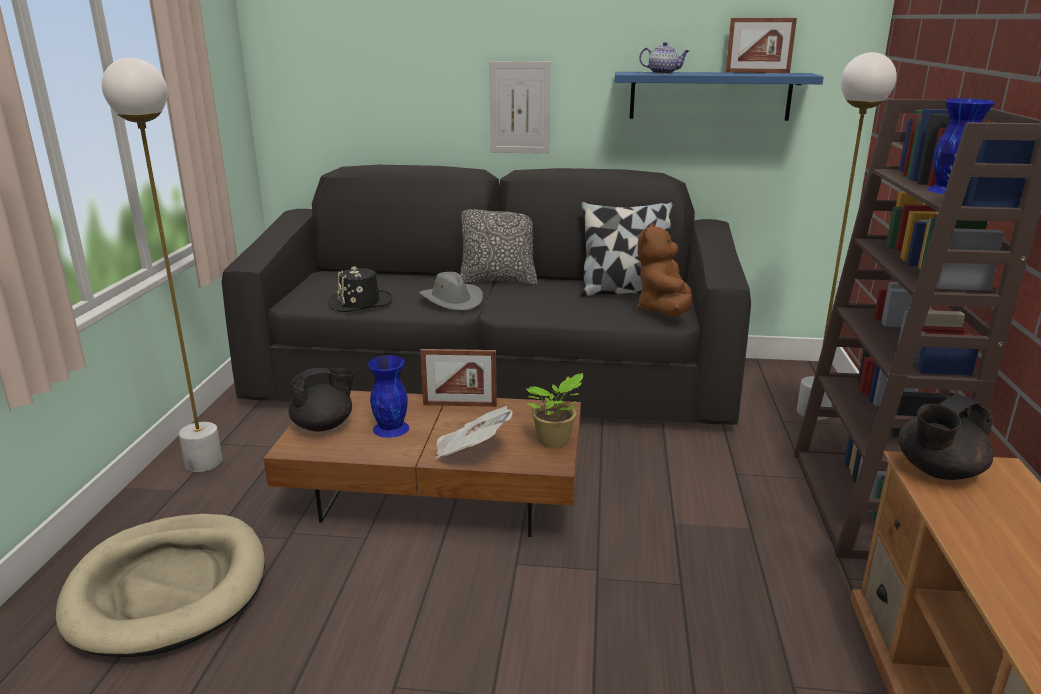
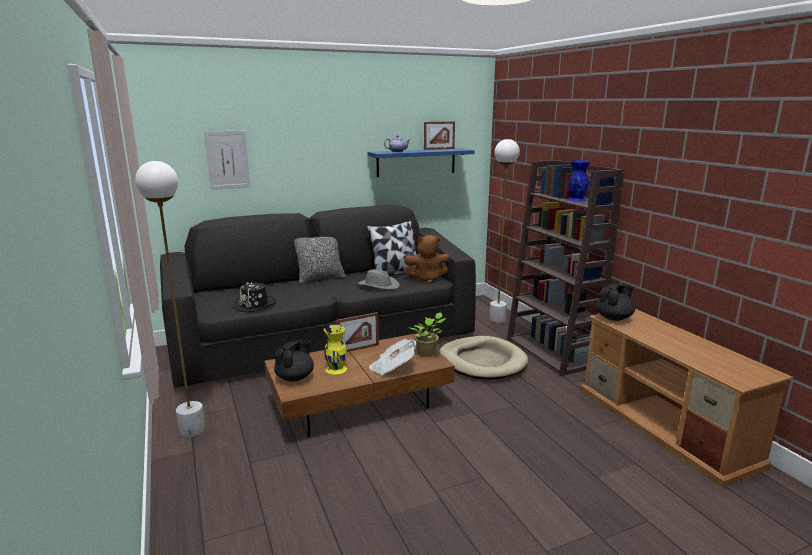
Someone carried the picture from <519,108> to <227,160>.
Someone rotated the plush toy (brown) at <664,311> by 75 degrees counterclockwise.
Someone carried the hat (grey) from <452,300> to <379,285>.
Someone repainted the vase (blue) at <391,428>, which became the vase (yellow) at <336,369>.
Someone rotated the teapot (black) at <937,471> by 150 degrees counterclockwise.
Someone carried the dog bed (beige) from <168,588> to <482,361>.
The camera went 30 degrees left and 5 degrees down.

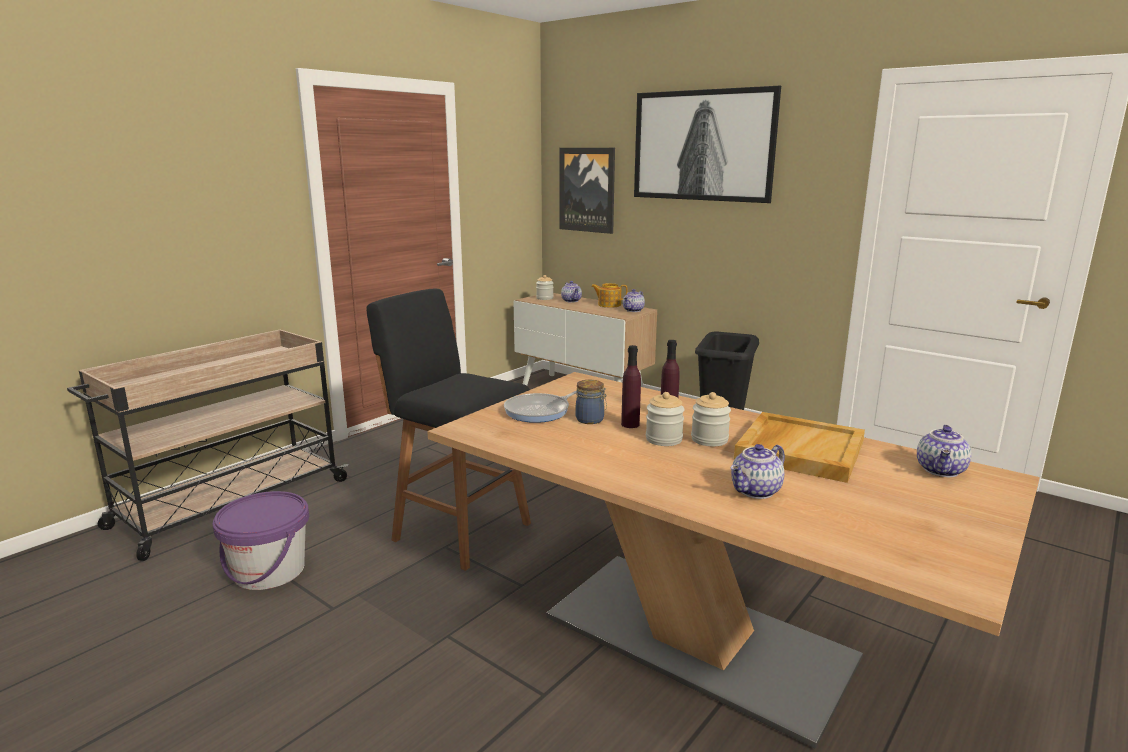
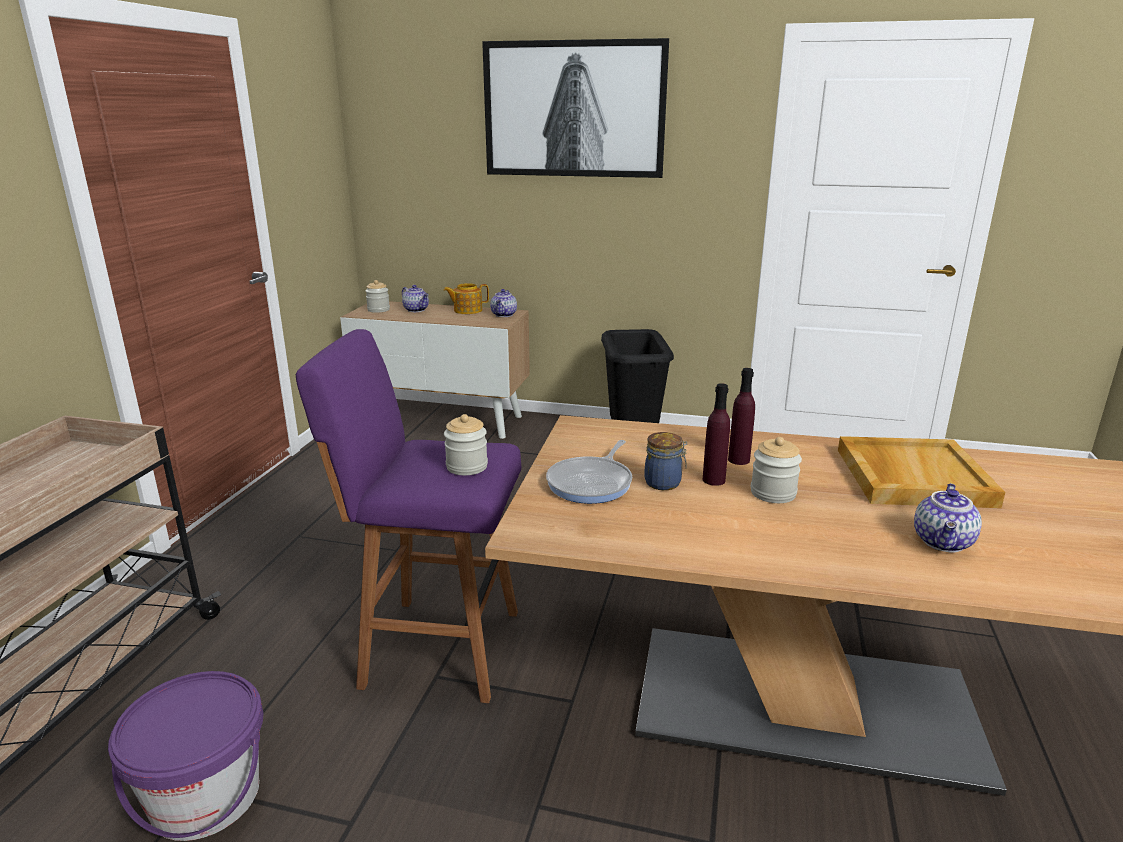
Someone took away the picture at <587,190>.
Someone repainted the stool (black) at <458,530>, which became the stool (purple) at <435,647>.
Someone carried the jar from <709,439> to <467,467>.
Someone took away the teapot at <941,471>.
The camera went 25 degrees left and 5 degrees up.

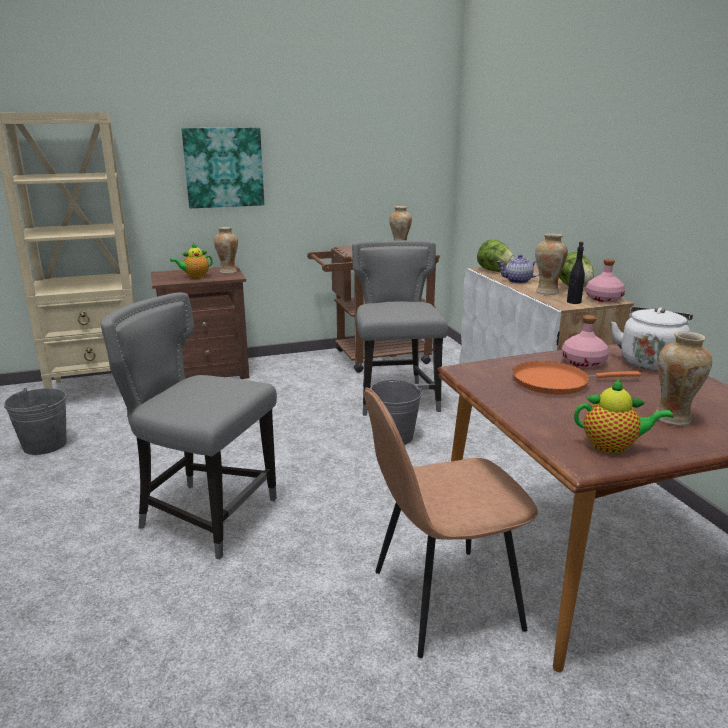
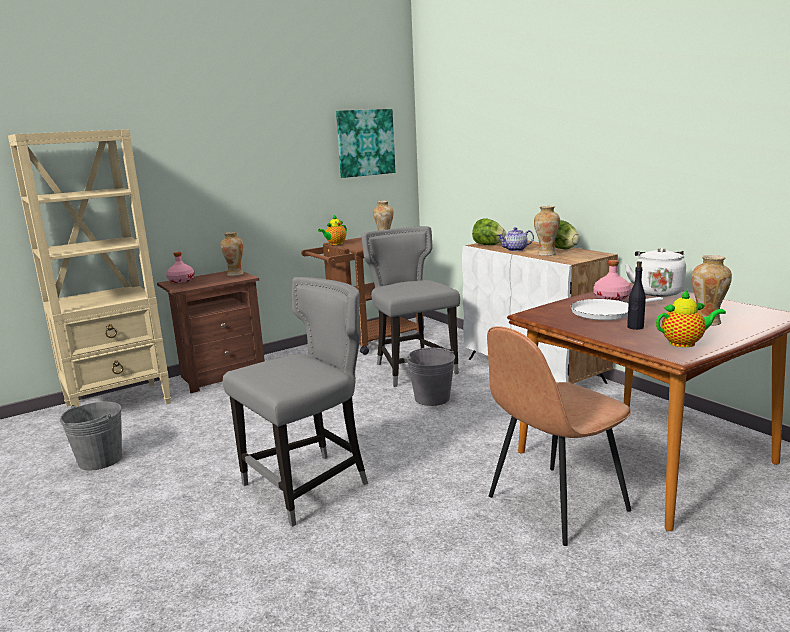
Someone carried the picture from <224,167> to <365,143>.
Someone carried the bottle (black) from <573,302> to <635,327>.
Someone carried the teapot from <195,276> to <335,244>.
Someone carried the bottle (pink) from <603,298> to <181,280>.
Someone rotated the chair (grey) at <205,515> by 135 degrees clockwise.
Someone repainted the frying pan (orange) at <555,382>, which became the frying pan (white) at <605,313>.
The camera went 15 degrees left and 5 degrees down.

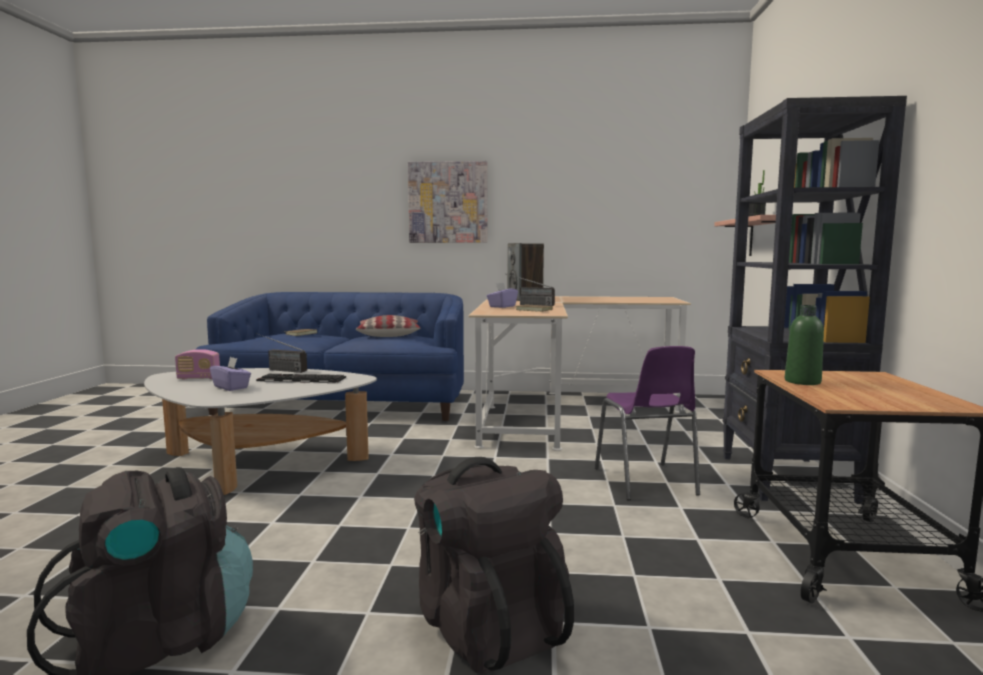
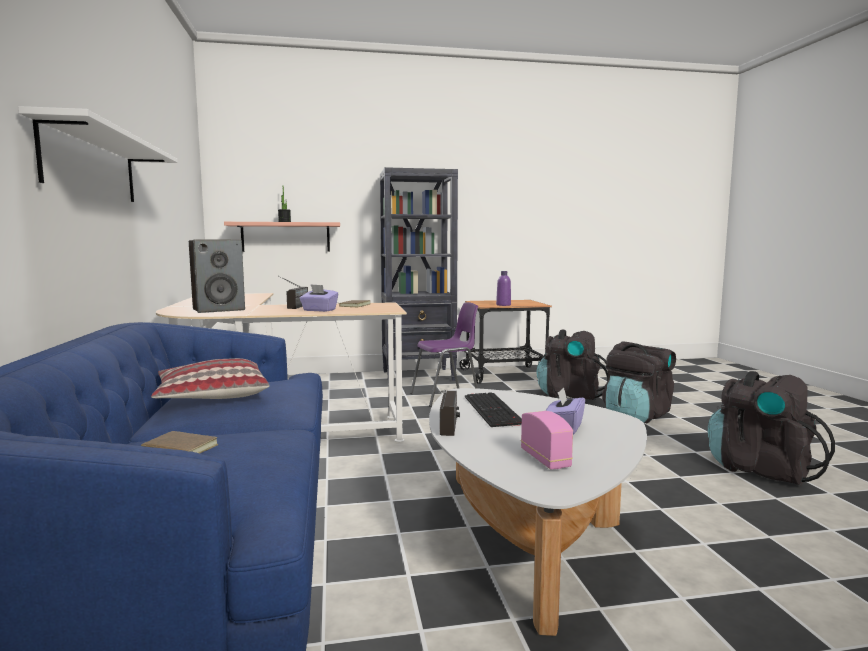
Someone swapped the picture at <448,202> for the shelf (white) at <92,166>.
Someone repainted the bottle (green) at <802,382>, which became the bottle (purple) at <503,305>.
Someone put down the backpack (black) at <570,395>.
The camera went 105 degrees left and 0 degrees up.

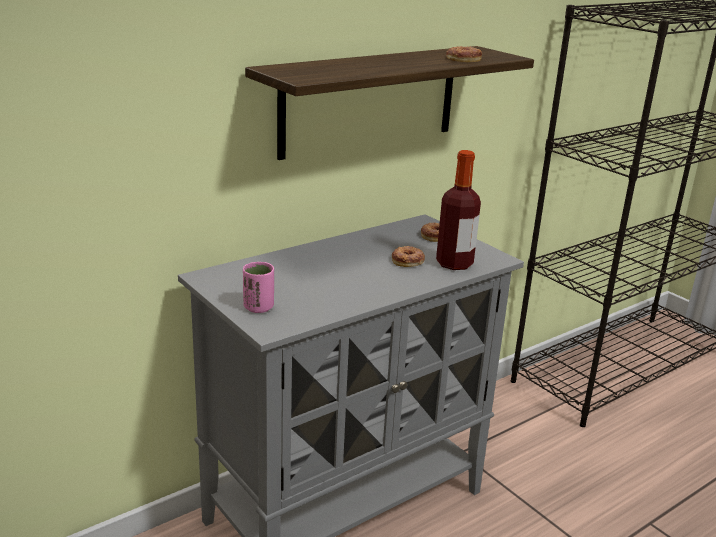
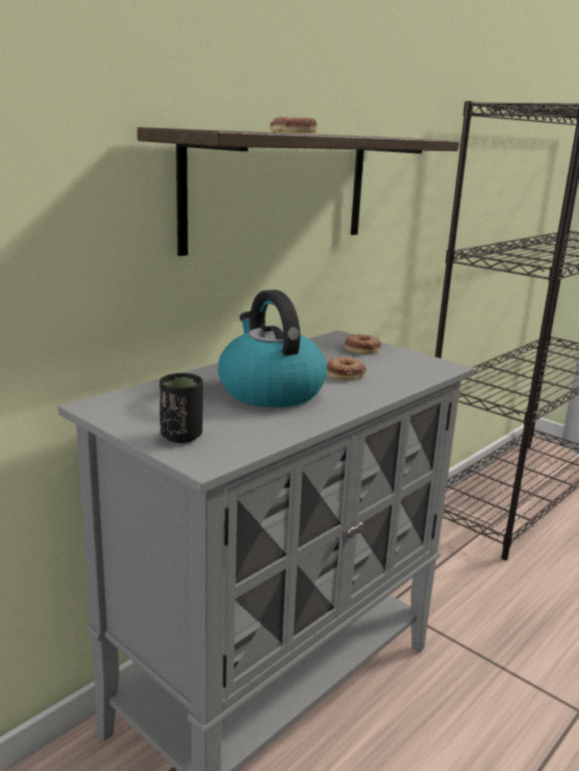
Someone carried the donut from <463,59> to <293,132>.
Someone took away the bottle at <454,264>.
Someone repainted the cup (pink) at <258,307>, which became the cup (black) at <181,436>.
Someone put down the kettle at <269,391>.
The camera went 10 degrees left and 5 degrees down.

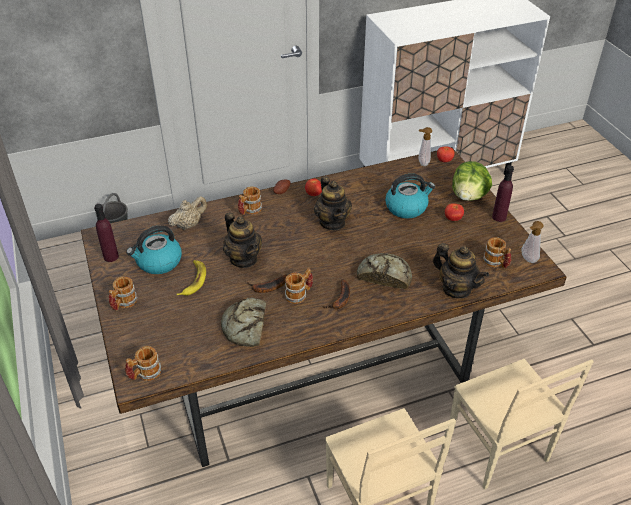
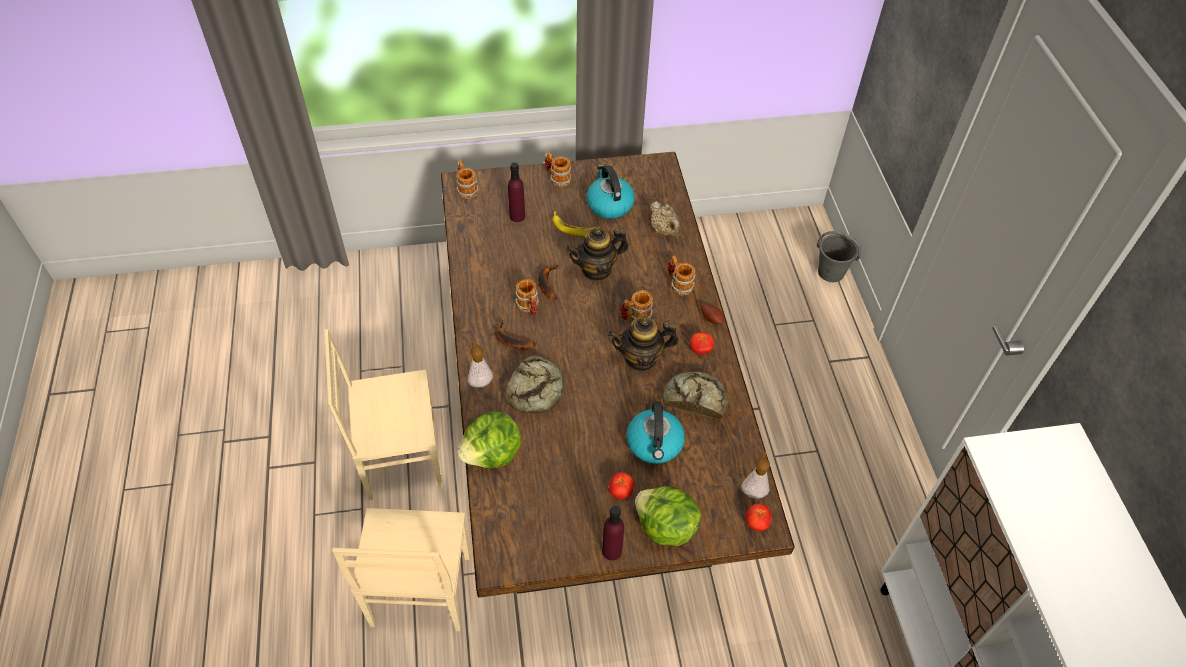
Someone carried the bottle (purple) from <111,257> to <517,216>.
Someone carried the soap dispenser from <527,259> to <480,381>.
Someone carried the mug from <496,263> to <635,316>.
Someone swapped the teapot at <456,289> for the lettuce at <492,454>.
Someone carried the bread from <246,326> to <695,398>.
Someone rotated the chair (beige) at <497,449> by 75 degrees counterclockwise.
The camera went 100 degrees right and 10 degrees up.

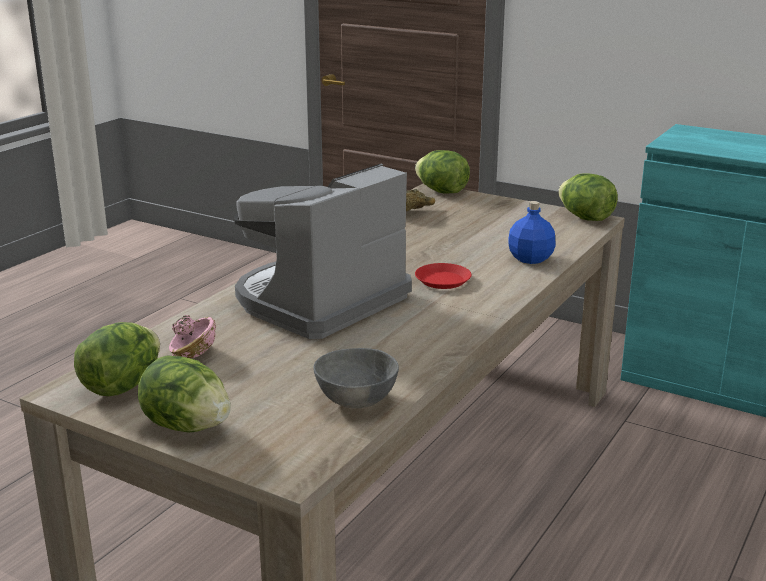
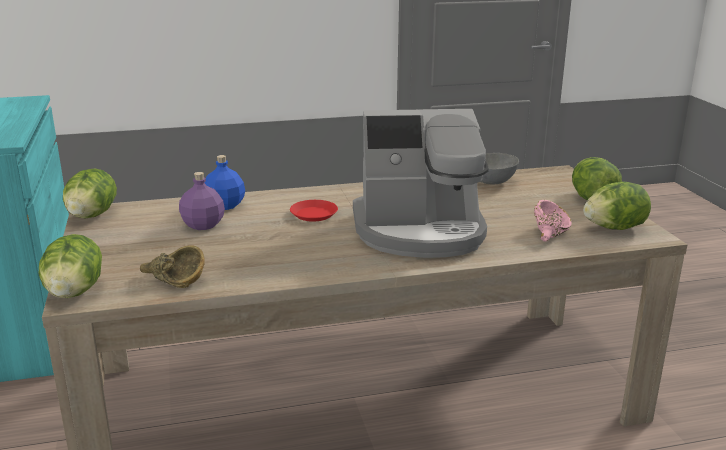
Someone put down the bottle (purple) at <202,225>.
The camera went 135 degrees left and 0 degrees up.

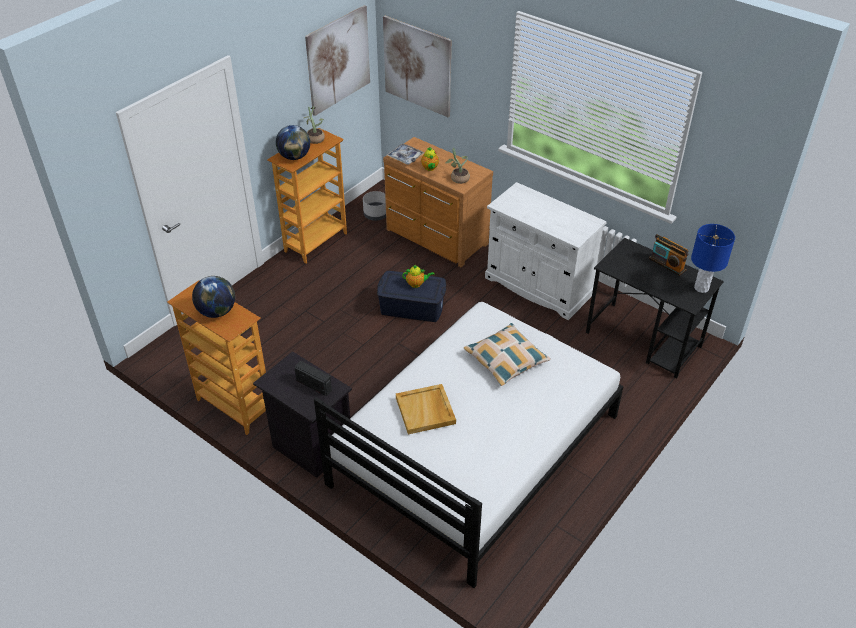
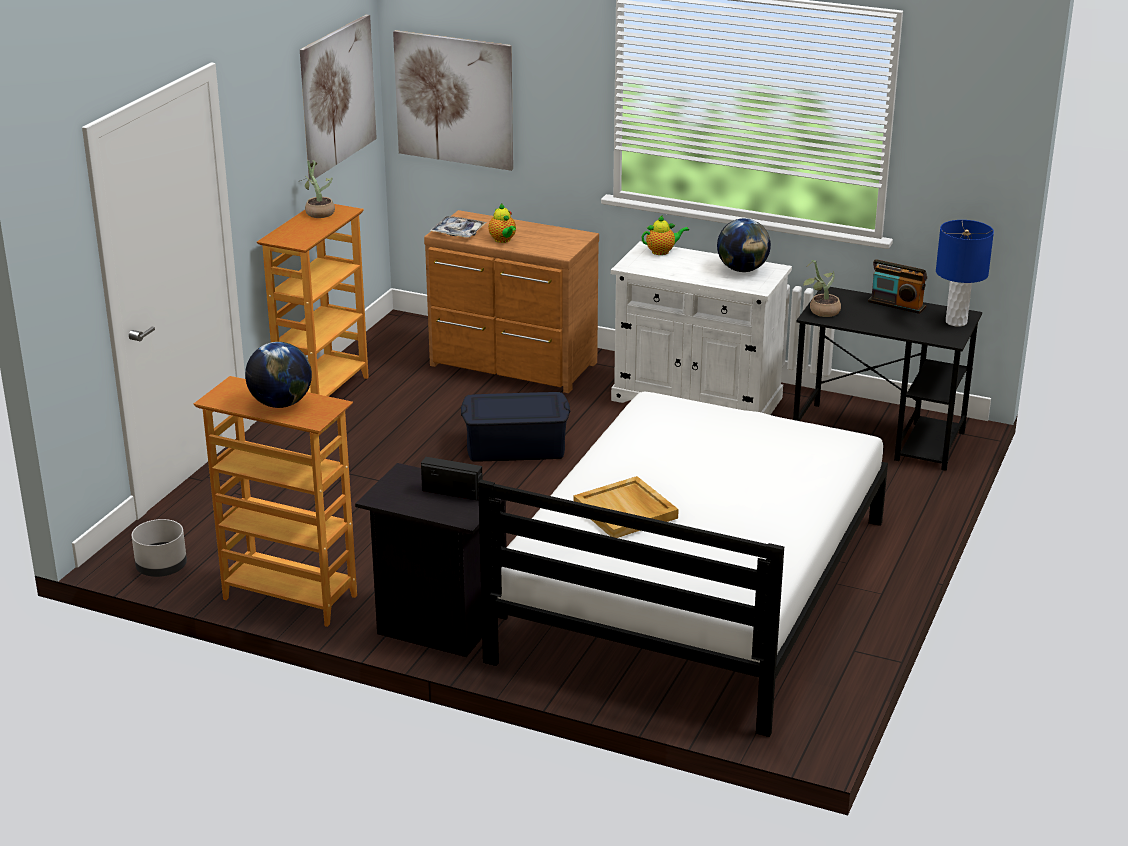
Someone carried the globe from <294,157> to <742,270>.
Someone carried the potted plant from <457,178> to <820,311>.
Someone carried the planter (grey) from <376,215> to <162,567>.
Someone carried the teapot from <417,284> to <662,251>.
Someone took away the pillow at <506,359>.
The camera went 15 degrees left and 15 degrees down.

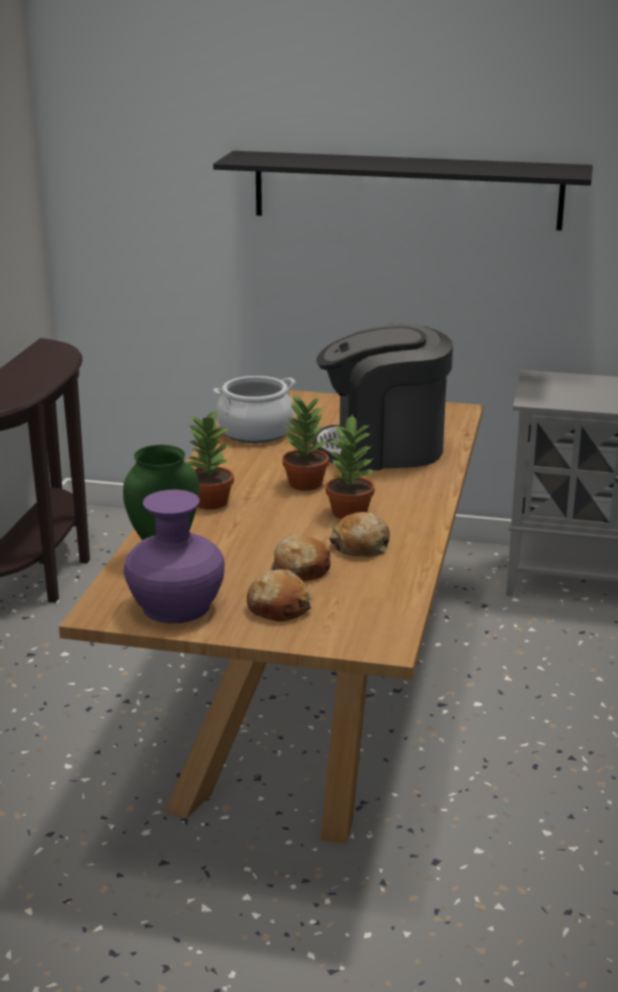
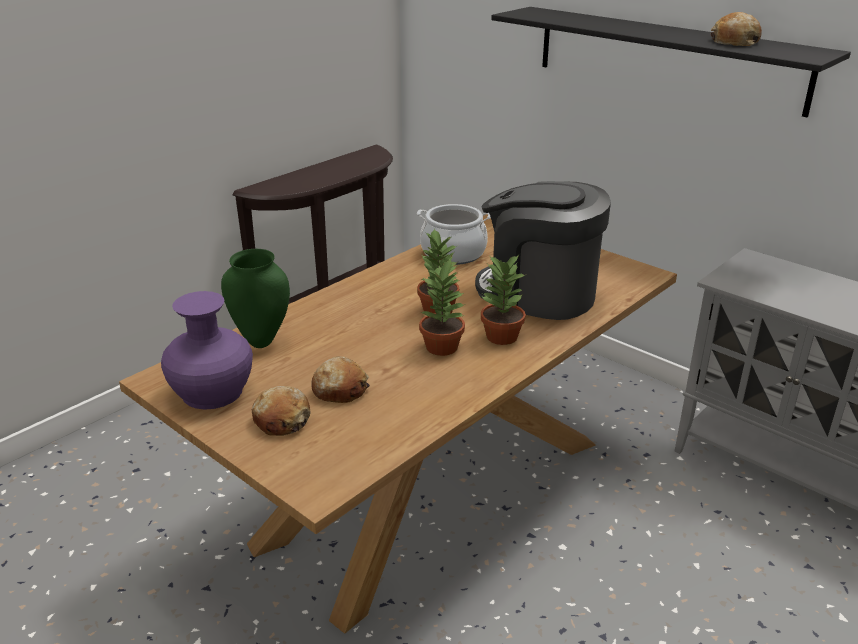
Someone carried the potted plant from <209,502> to <500,336>.
Someone carried the bread from <360,546> to <734,42>.
The camera went 30 degrees right and 5 degrees up.

